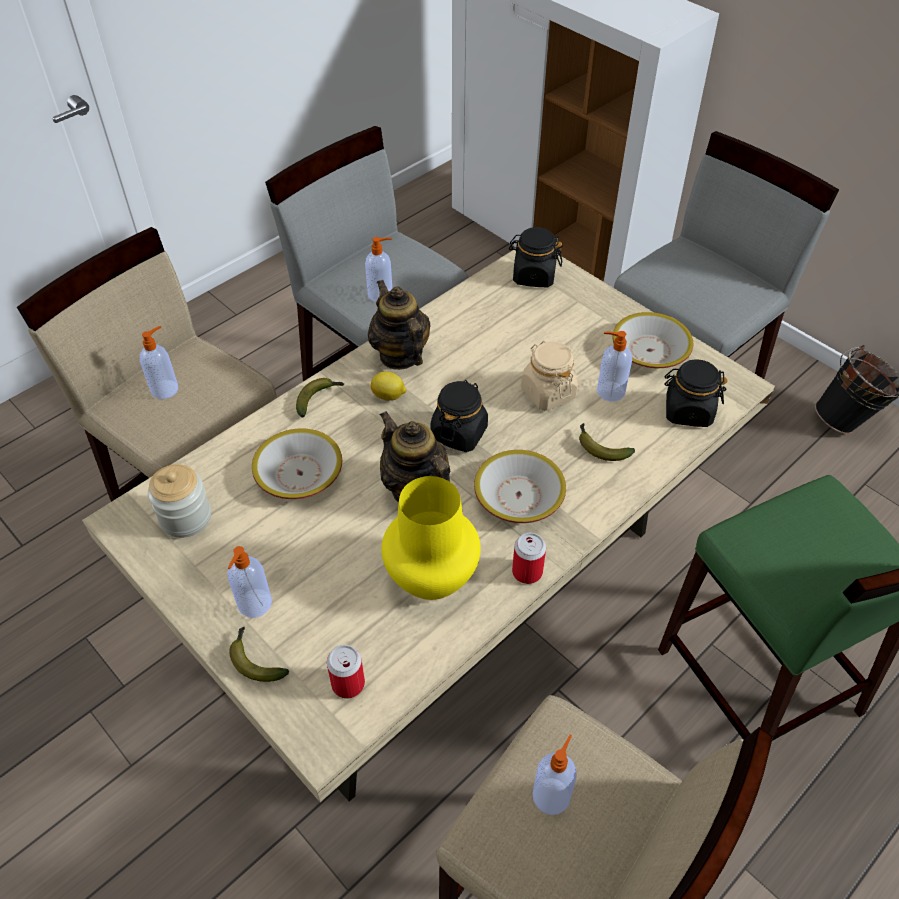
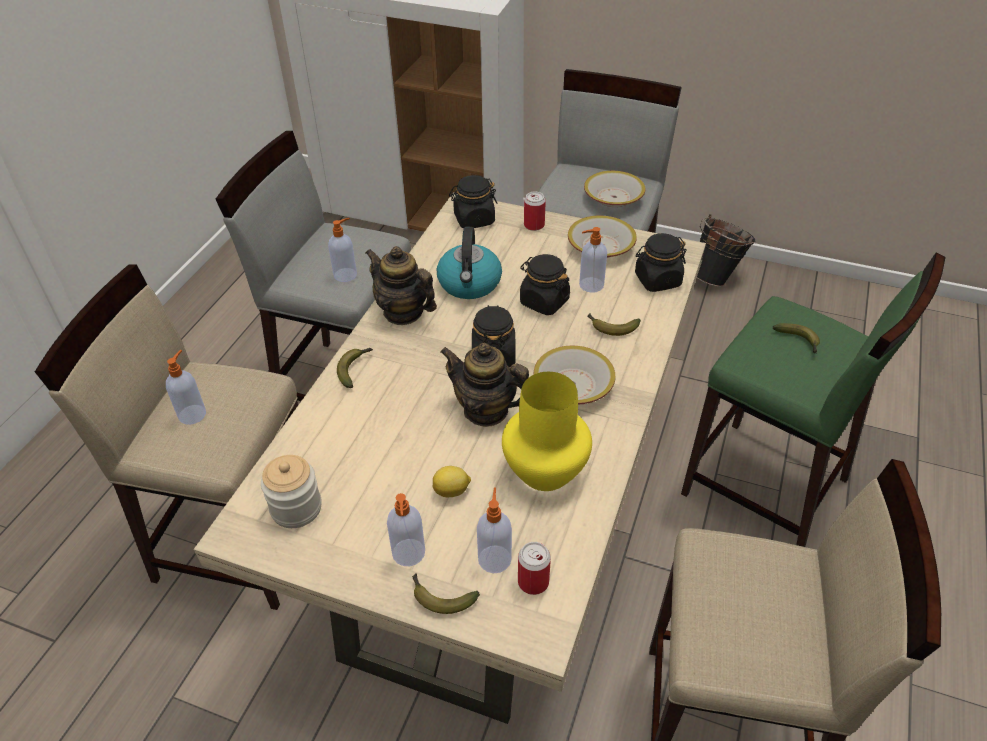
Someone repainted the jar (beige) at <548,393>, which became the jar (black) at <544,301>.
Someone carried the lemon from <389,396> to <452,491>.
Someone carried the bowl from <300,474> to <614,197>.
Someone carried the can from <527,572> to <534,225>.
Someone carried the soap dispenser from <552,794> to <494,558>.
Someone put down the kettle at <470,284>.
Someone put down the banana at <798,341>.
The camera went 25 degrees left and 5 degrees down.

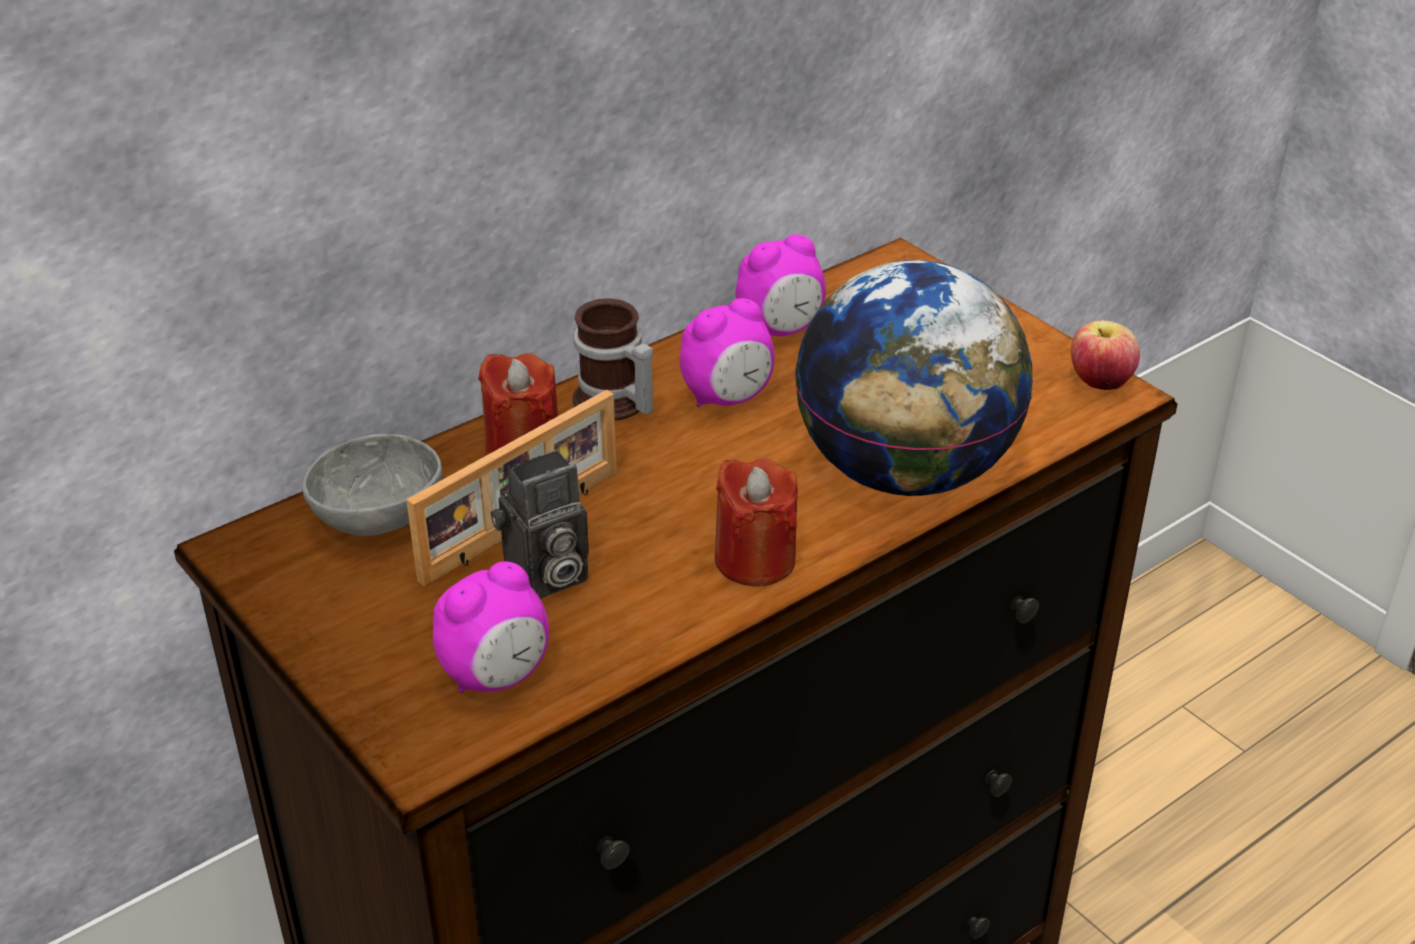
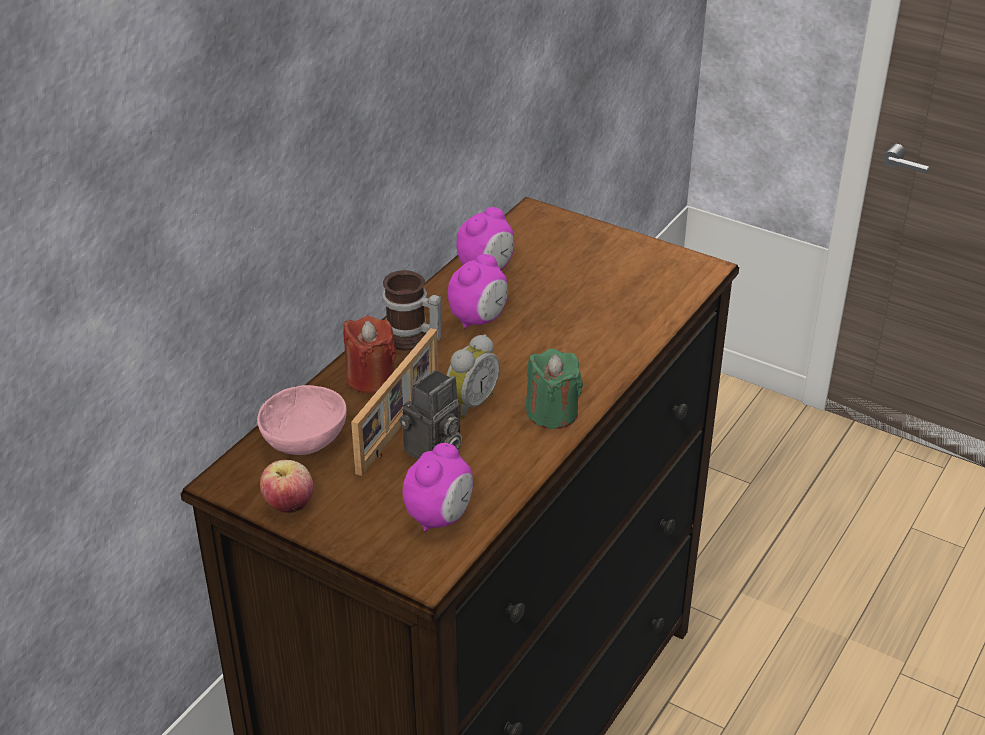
Someone took away the globe at <904,472>.
Someone carried the apple from <1100,382> to <289,505>.
Someone repainted the bowl (grey) at <375,515>, which became the bowl (pink) at <302,440>.
Someone repainted the candle (red) at <755,560>, which became the candle (green) at <552,413>.
Someone put down the alarm clock at <469,403>.
The camera went 20 degrees left and 0 degrees up.

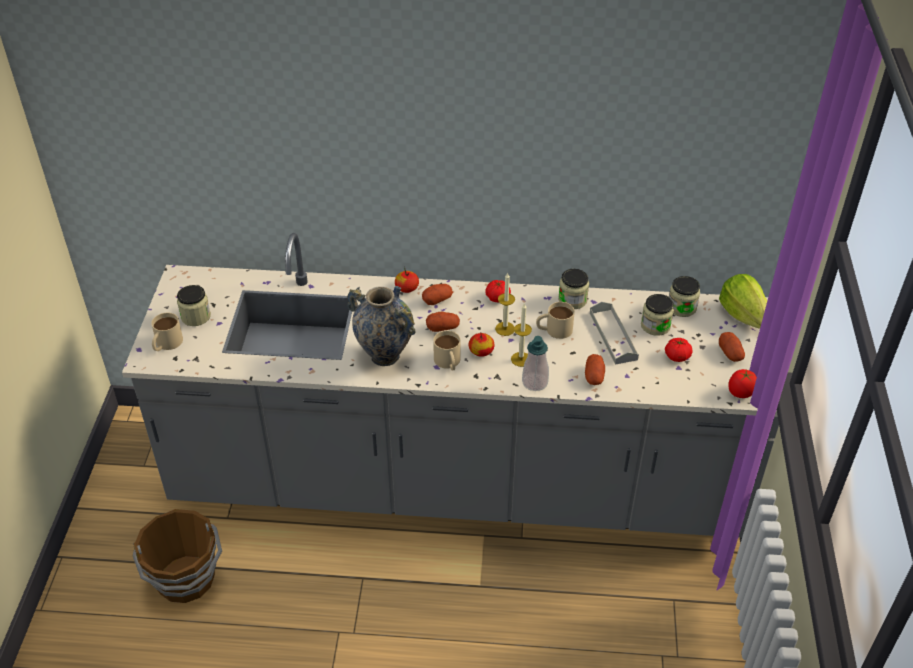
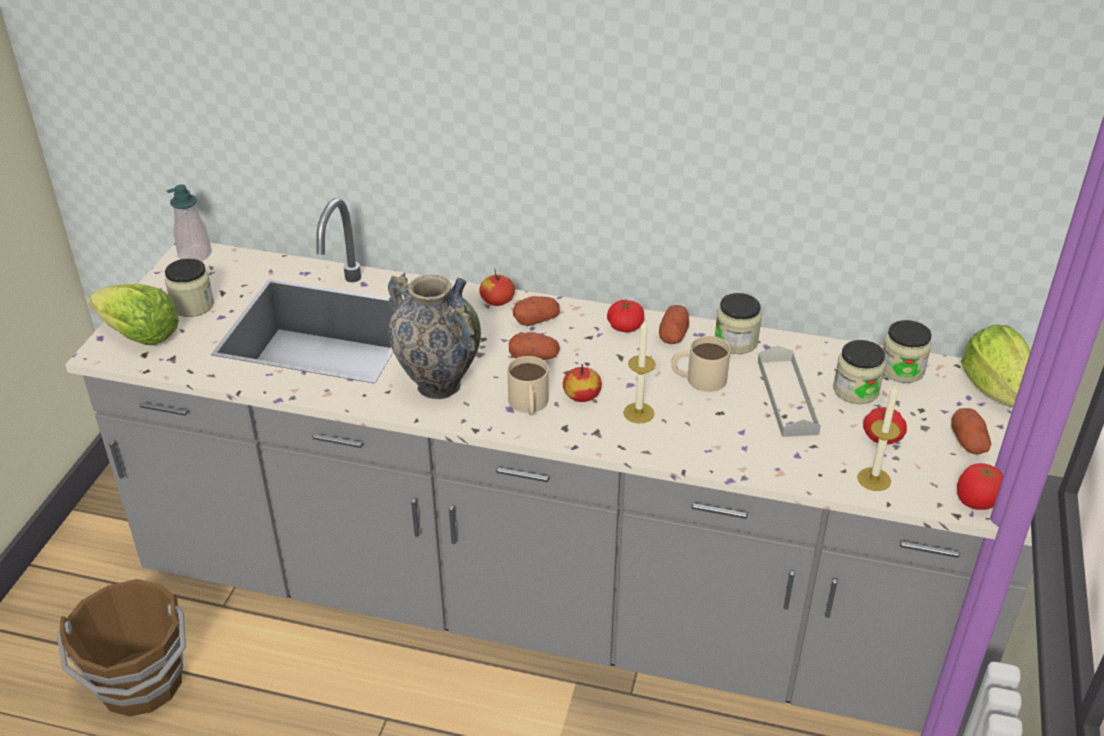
Someone carried the candle from <505,329> to <874,479>.
Someone swapped the mug (beige) at <166,344> for the lettuce at <139,335>.
Someone carried the soap dispenser from <535,382> to <195,254>.
Someone carried the potato from <594,376> to <673,335>.
The camera went 10 degrees right and 5 degrees down.

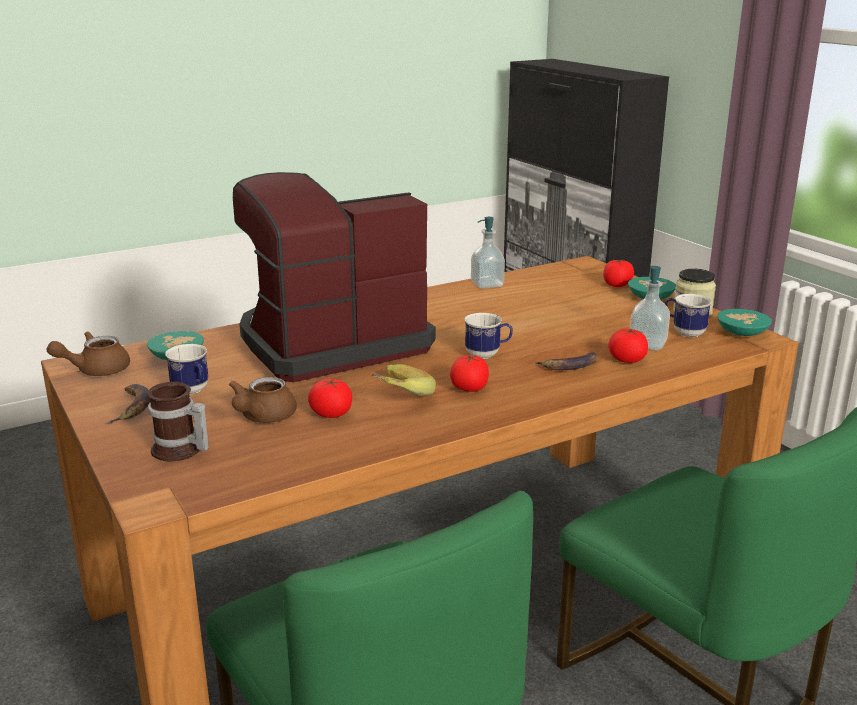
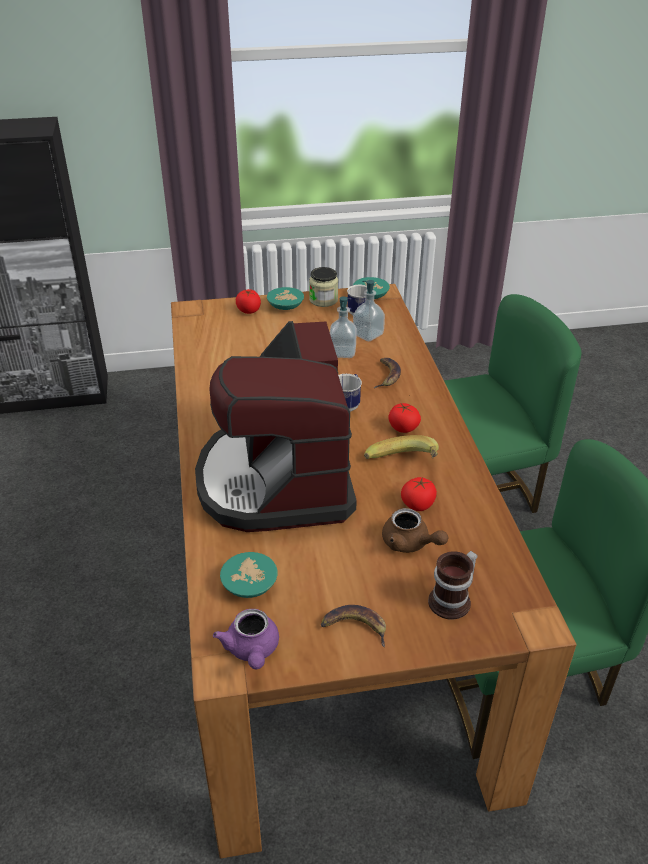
Someone carried the soap dispenser from <487,284> to <342,352>.
Someone took away the tomato at <627,360>.
Someone repainted the teapot (brown) at <96,370>, which became the teapot (purple) at <252,650>.
Someone took away the mug at <193,391>.
The camera went 70 degrees left and 15 degrees up.

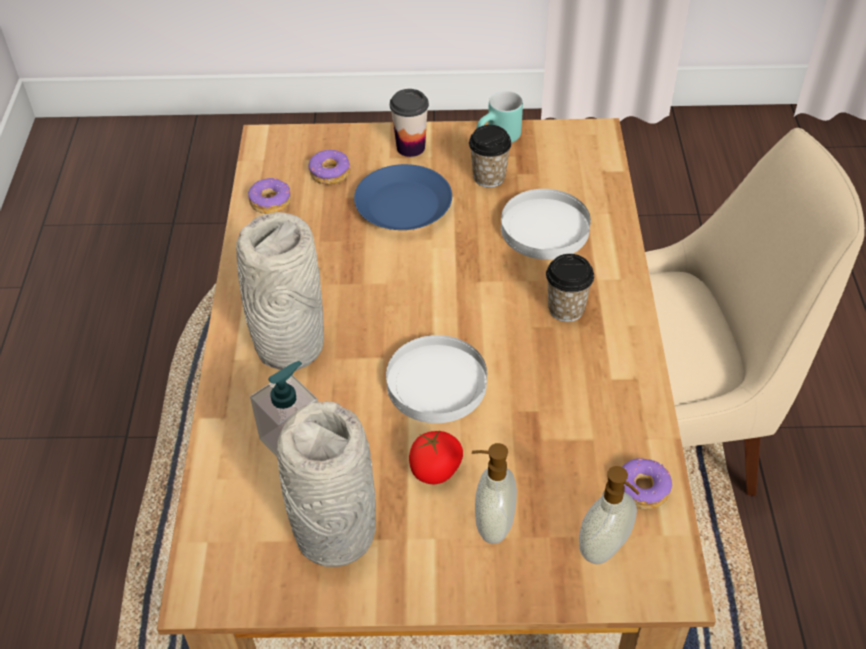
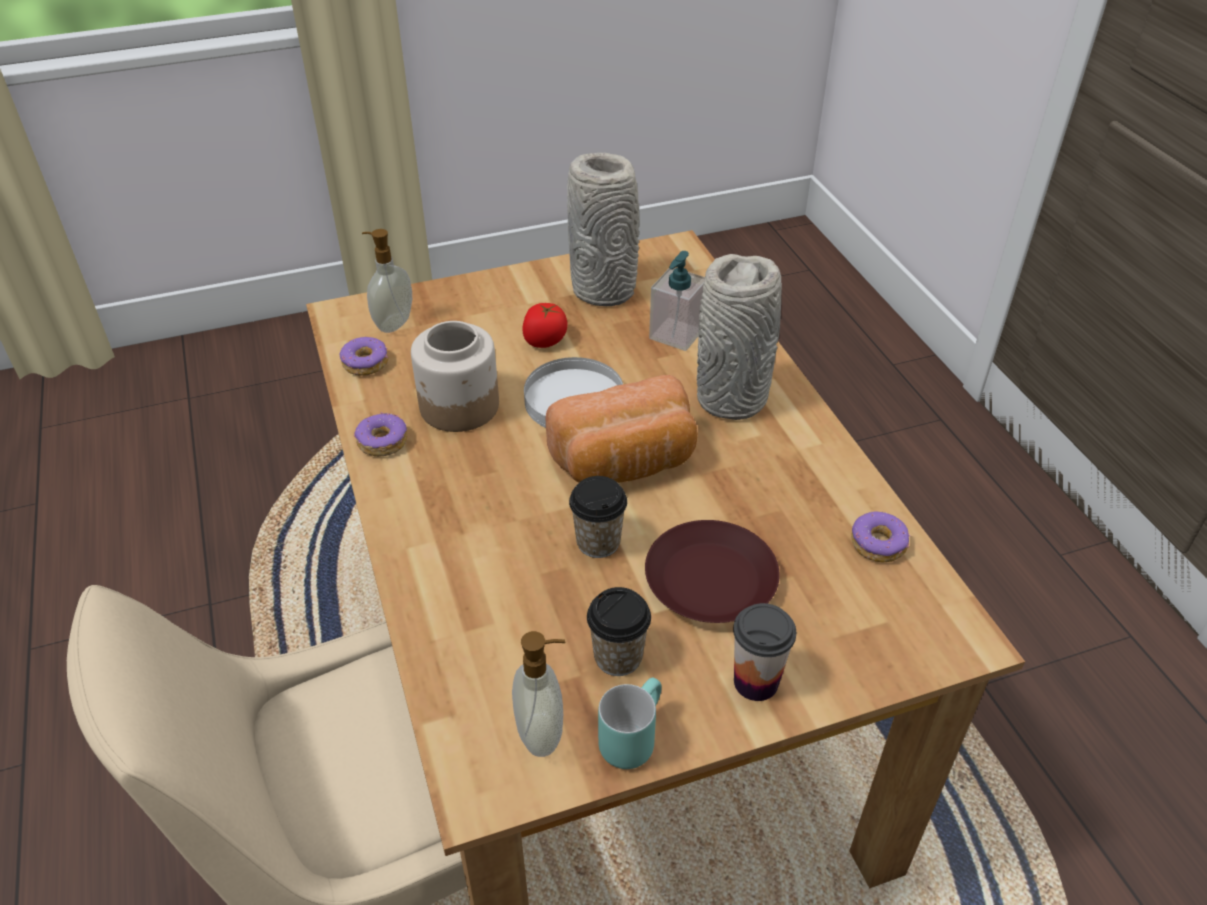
Someone carried the donut from <330,173> to <382,442>.
Someone repainted the plate (blue) at <403,205>, which became the plate (brown) at <712,581>.
Someone took away the plate (white) at <545,228>.
Someone carried the cup from <566,309> to <598,542>.
Someone carried the soap dispenser from <492,524> to <542,733>.
Someone put down the jar at <459,407>.
Someone put down the bread at <626,463>.
The camera went 160 degrees right and 5 degrees down.

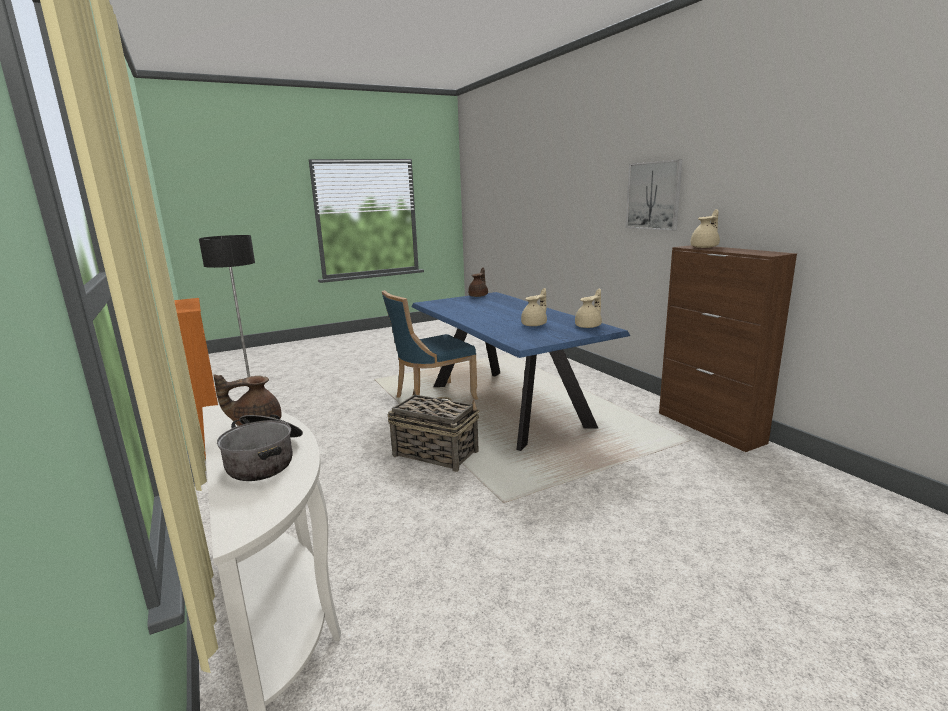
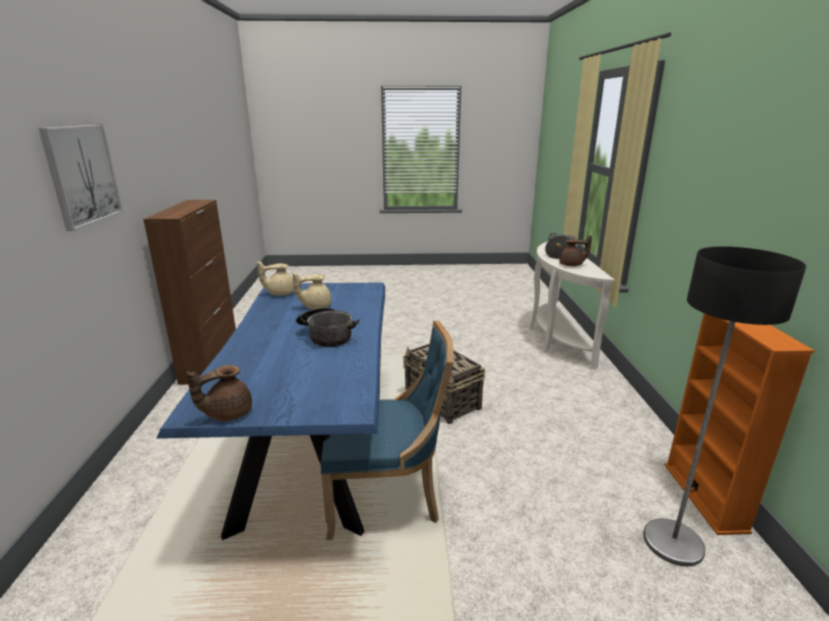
Someone took away the teapot (beige) at <705,247>.
Someone put down the cooking pot at <326,336>.
The camera went 155 degrees left and 5 degrees up.

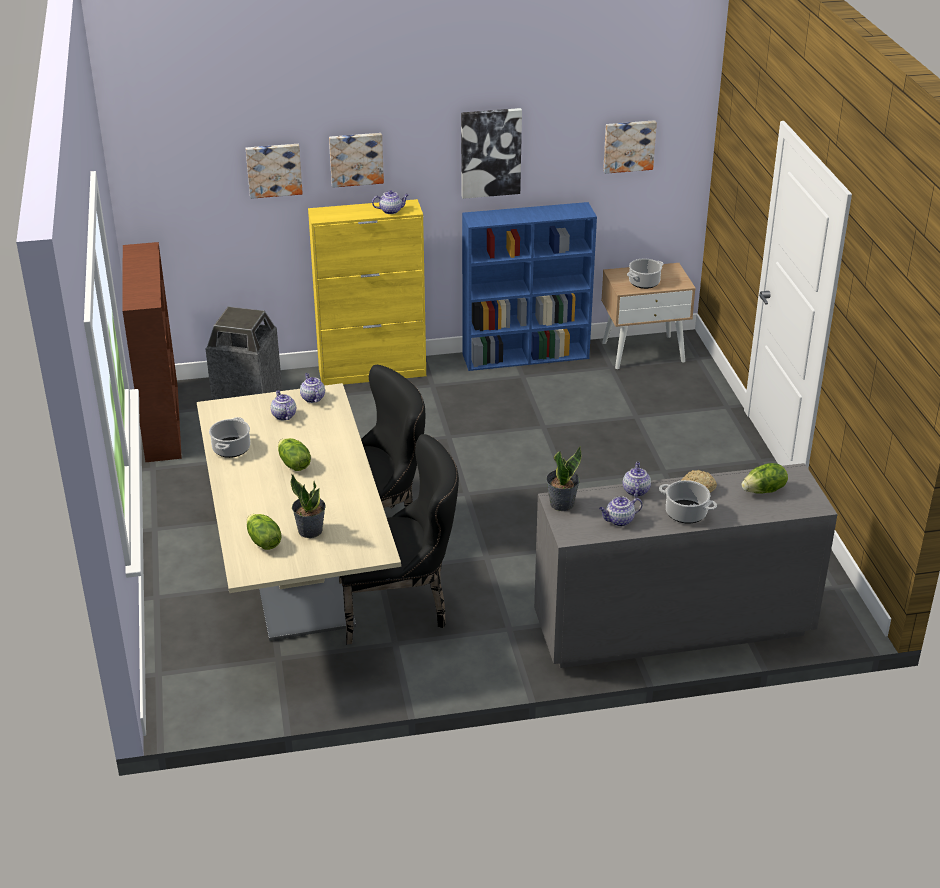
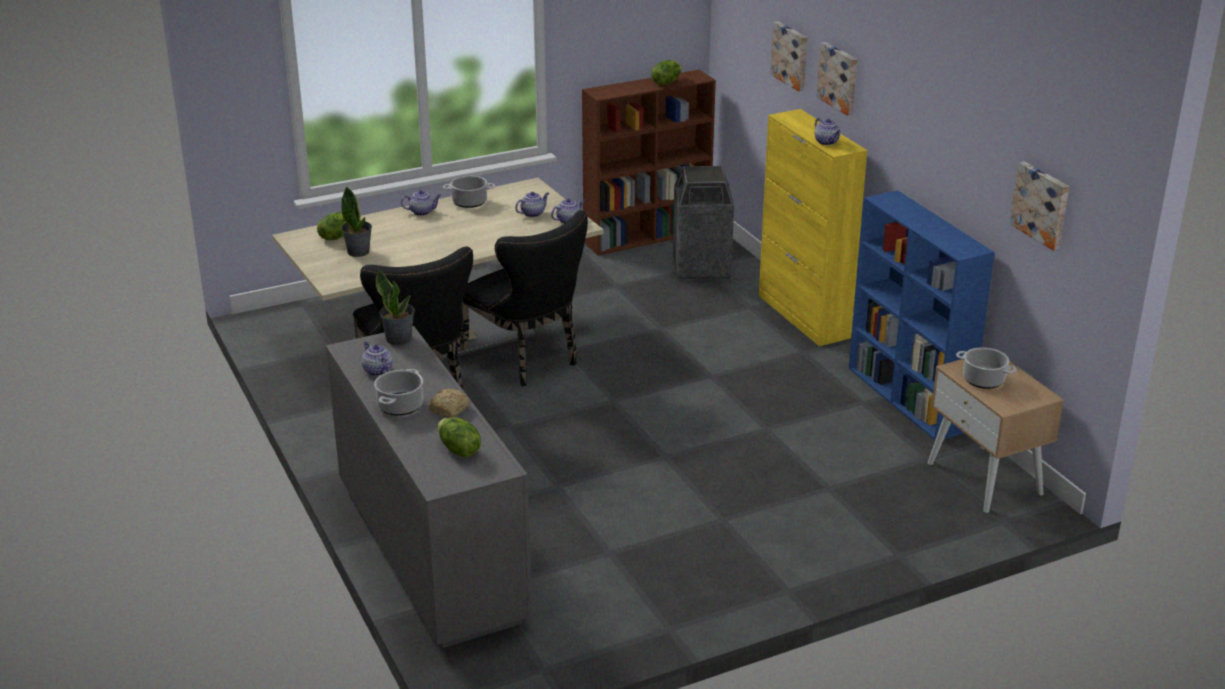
Someone took away the picture at <490,152>.
Someone carried the lettuce from <293,464> to <666,82>.
Someone carried the teapot from <635,490> to <422,212>.
The camera went 75 degrees right and 5 degrees down.

